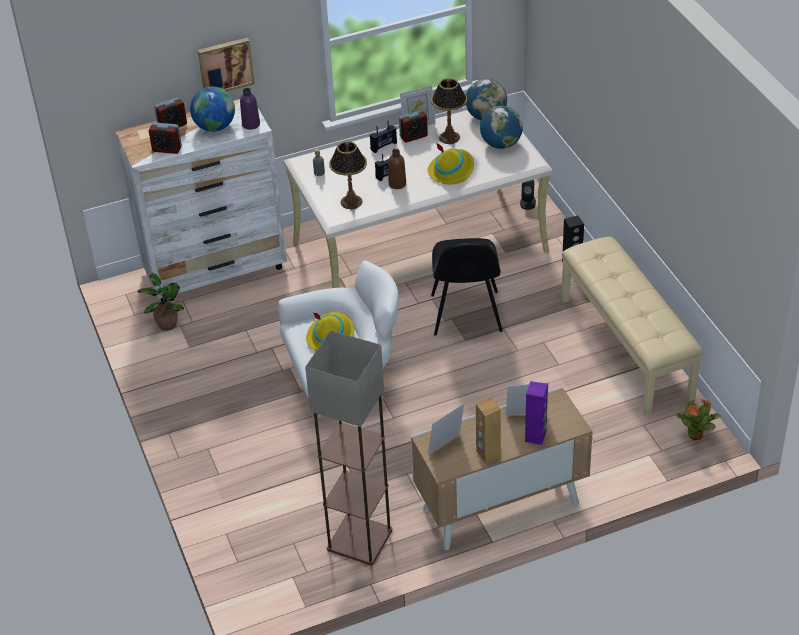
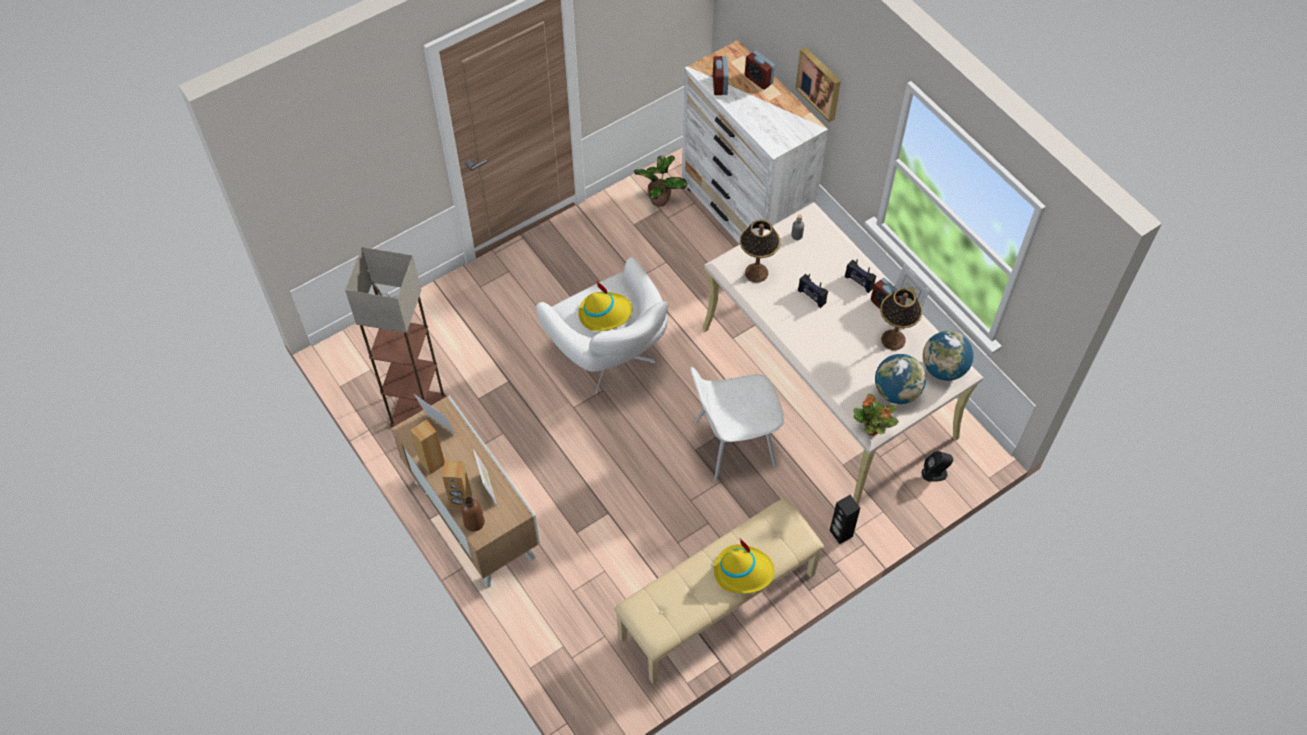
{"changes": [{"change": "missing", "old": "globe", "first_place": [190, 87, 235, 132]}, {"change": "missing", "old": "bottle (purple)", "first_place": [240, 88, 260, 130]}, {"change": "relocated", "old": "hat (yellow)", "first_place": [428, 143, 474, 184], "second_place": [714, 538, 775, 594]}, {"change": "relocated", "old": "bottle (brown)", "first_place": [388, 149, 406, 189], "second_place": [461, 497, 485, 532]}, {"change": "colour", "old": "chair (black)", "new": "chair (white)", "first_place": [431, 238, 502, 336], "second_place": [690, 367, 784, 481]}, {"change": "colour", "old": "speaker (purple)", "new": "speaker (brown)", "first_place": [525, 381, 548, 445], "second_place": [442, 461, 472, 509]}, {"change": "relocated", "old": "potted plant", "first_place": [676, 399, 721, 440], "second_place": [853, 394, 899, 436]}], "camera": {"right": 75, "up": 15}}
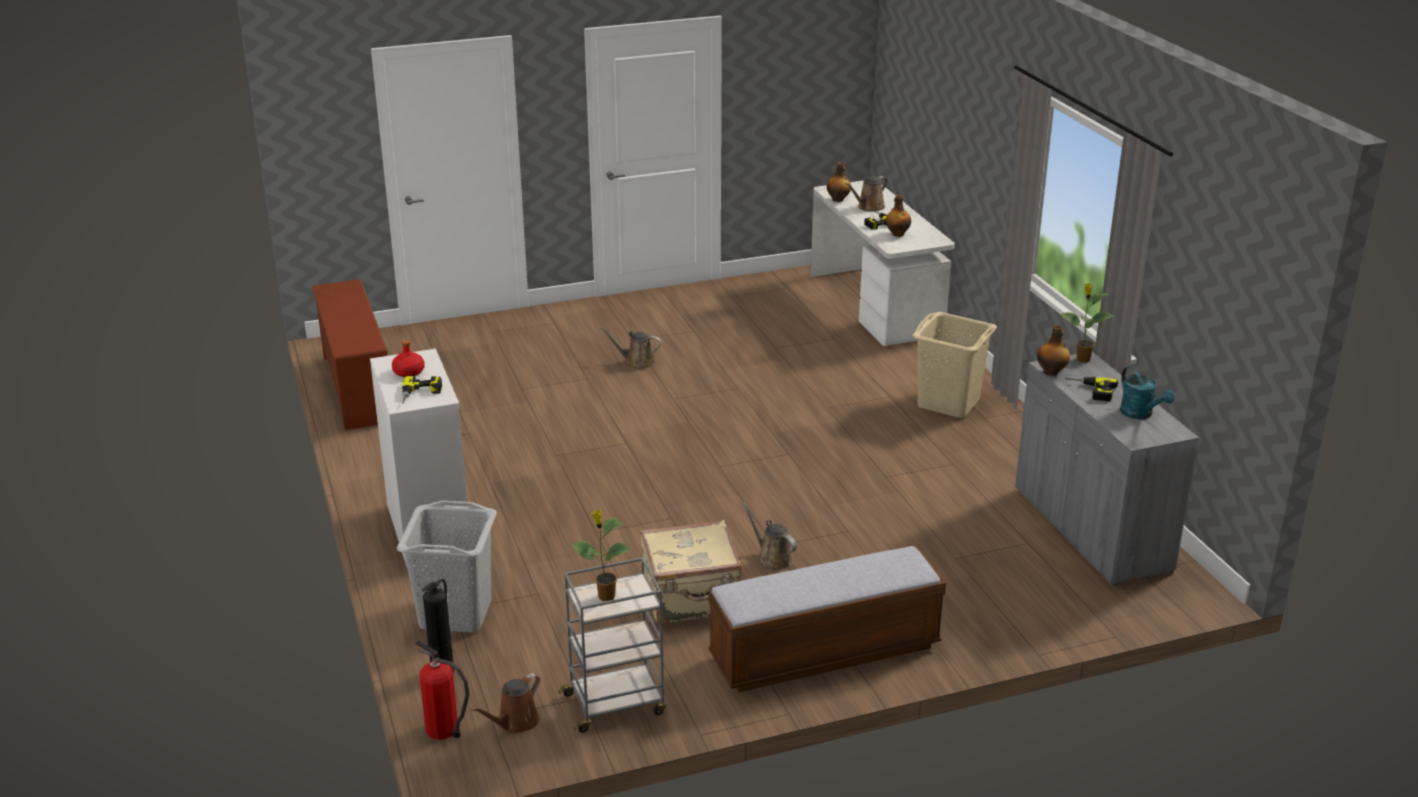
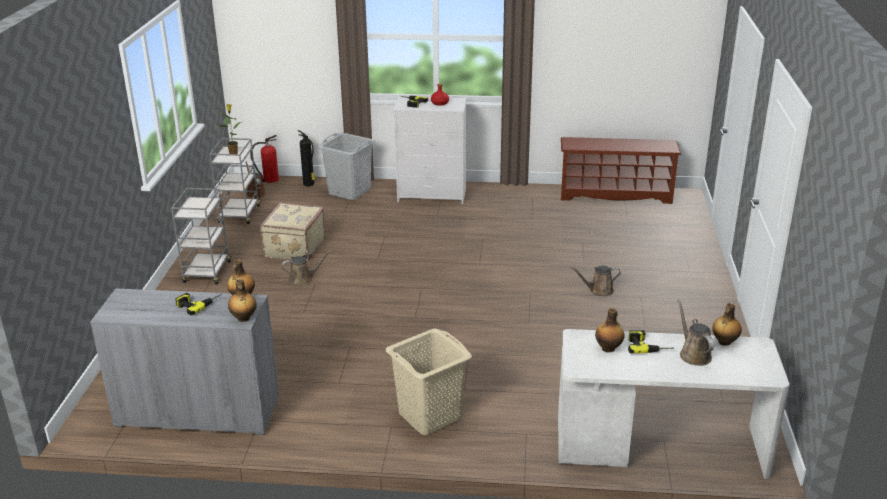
{"changes": [{"change": "exchanged", "old": "potted plant", "new": "bottle", "first_place": [1060, 283, 1114, 363], "second_place": [228, 279, 257, 322]}, {"change": "spun", "old": "watering can (brown)", "first_place": [600, 326, 662, 369], "second_place": [571, 265, 621, 296], "degrees": -135}, {"change": "missing", "old": "watering can (turquoise)", "first_place": [1120, 366, 1175, 419]}, {"change": "exchanged", "old": "bench", "new": "cart (grey)", "first_place": [708, 546, 946, 692], "second_place": [171, 188, 232, 284]}], "camera": {"right": 115, "up": 0}}
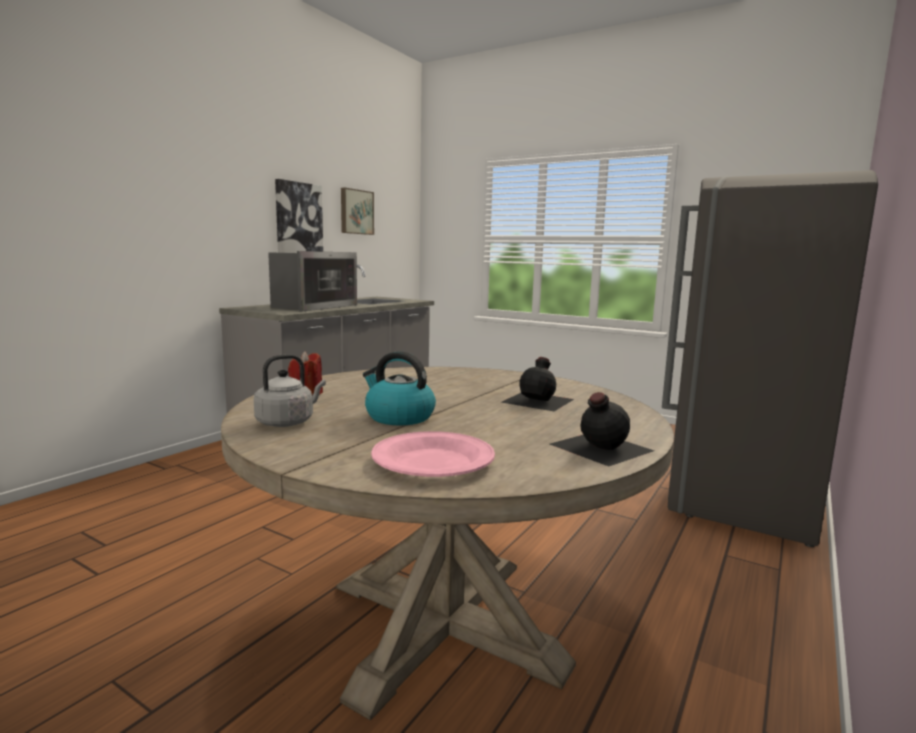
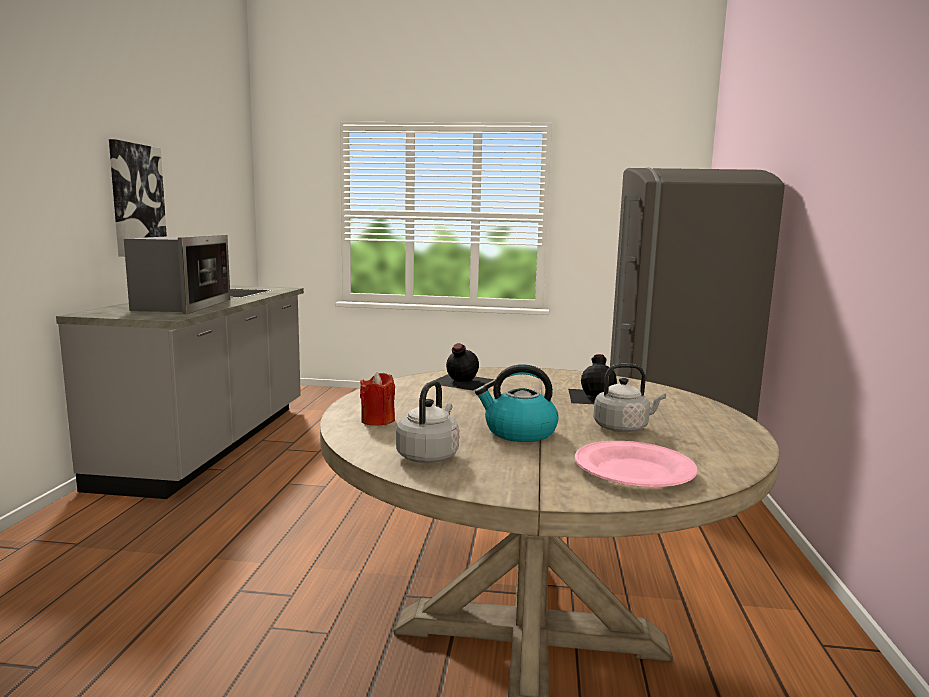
{"changes": [{"change": "missing", "old": "picture", "first_place": [341, 188, 374, 235]}, {"change": "relocated", "old": "bottle (black)", "first_place": [550, 392, 655, 466], "second_place": [428, 343, 495, 390]}, {"change": "appeared", "new": "kettle (grey)", "second_place": [593, 363, 666, 432]}], "camera": {"right": -25, "up": 0}}
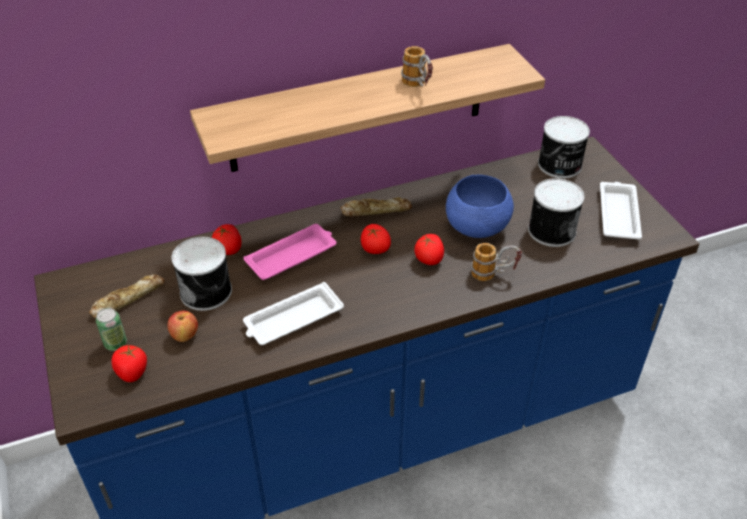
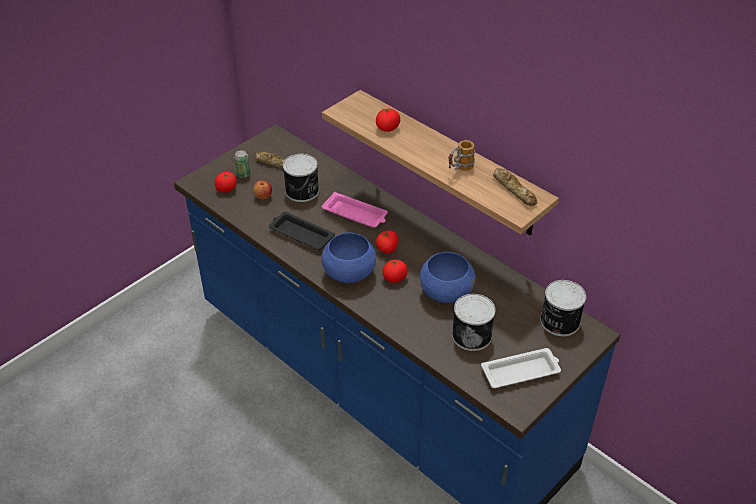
{"changes": [{"change": "relocated", "old": "bread", "first_place": [341, 197, 412, 217], "second_place": [493, 168, 538, 206]}, {"change": "relocated", "old": "tomato", "first_place": [212, 224, 242, 255], "second_place": [376, 109, 400, 132]}, {"change": "missing", "old": "mug", "first_place": [471, 243, 522, 281]}, {"change": "colour", "old": "tray (white)", "new": "tray (black)", "first_place": [243, 282, 344, 345], "second_place": [269, 212, 335, 250]}, {"change": "appeared", "new": "bowl (blue)", "second_place": [321, 233, 376, 283]}], "camera": {"right": 65, "up": 0}}
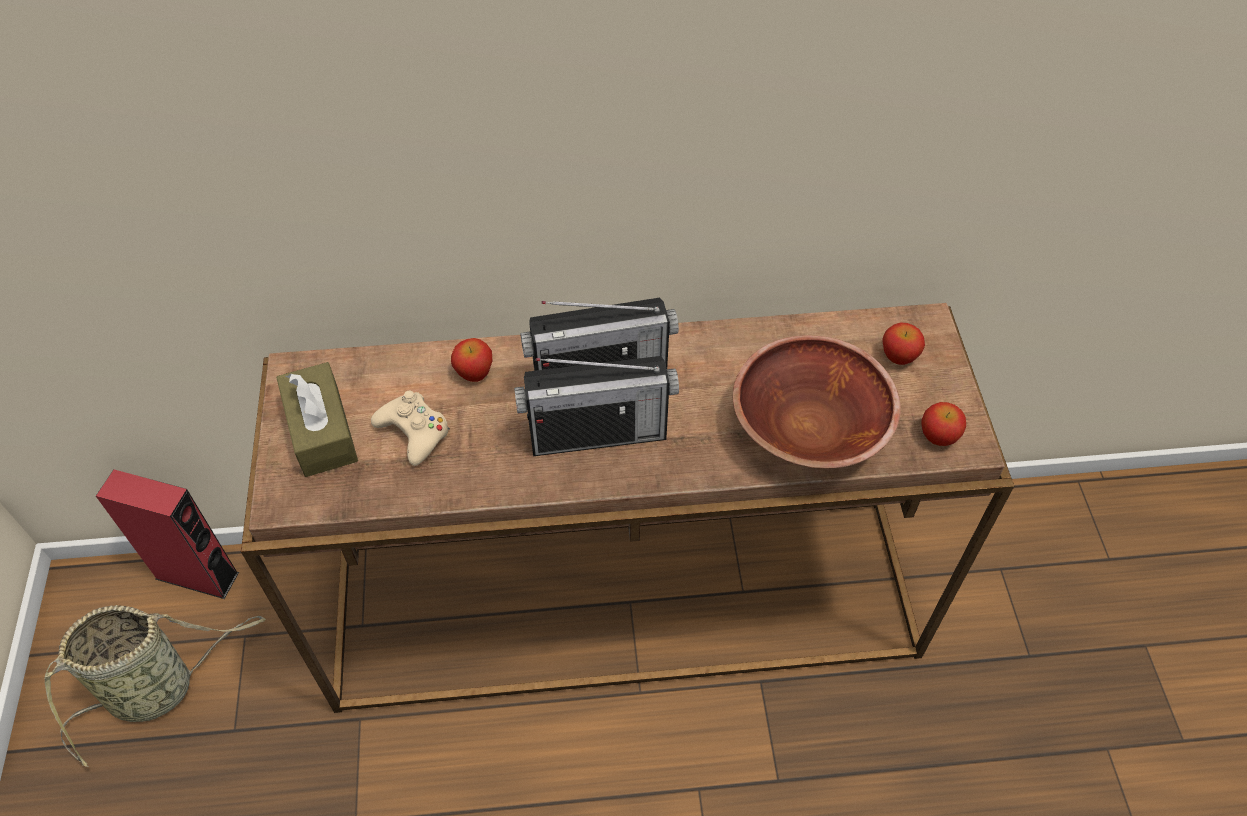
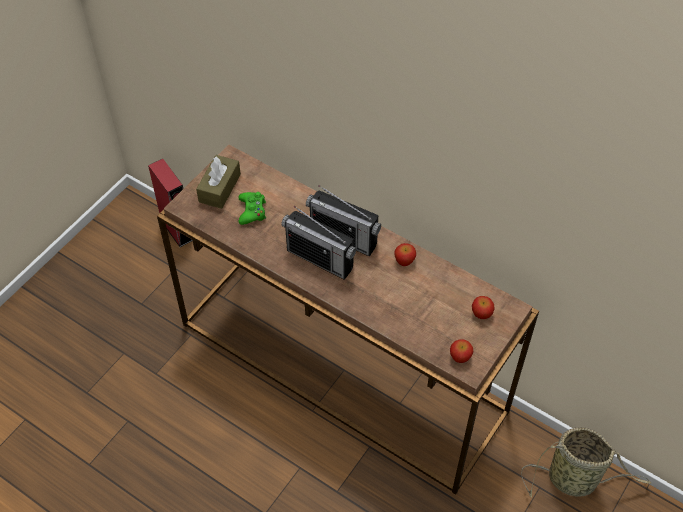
{"changes": [{"change": "missing", "old": "bowl (brown)", "first_place": [733, 335, 901, 469]}, {"change": "relocated", "old": "apple", "first_place": [451, 338, 492, 382], "second_place": [394, 243, 416, 266]}, {"change": "colour", "old": "game controller (beige)", "new": "game controller (green)", "first_place": [371, 390, 450, 466], "second_place": [239, 192, 266, 225]}, {"change": "relocated", "old": "basket", "first_place": [44, 605, 266, 767], "second_place": [521, 427, 651, 498]}], "camera": {"right": 40, "up": 0}}
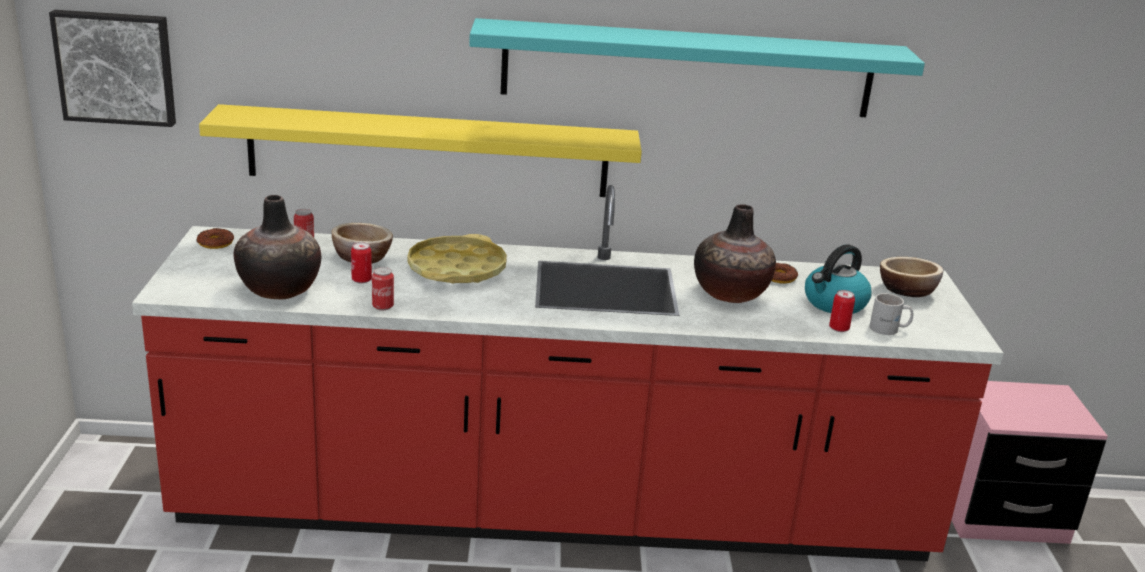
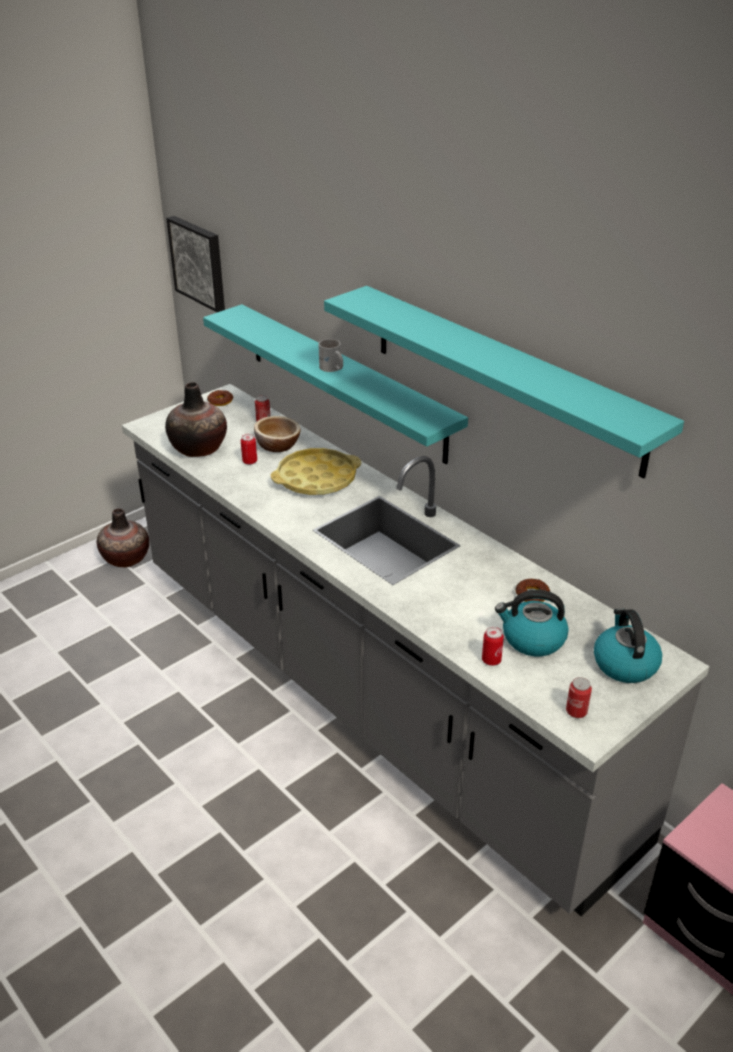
{"changes": [{"change": "colour", "old": "shelf (yellow)", "new": "shelf (turquoise)", "first_place": [199, 104, 642, 197], "second_place": [203, 304, 468, 464]}, {"change": "colour", "old": "counter (red)", "new": "counter (grey)", "first_place": [132, 185, 1003, 561], "second_place": [122, 384, 709, 916]}, {"change": "relocated", "old": "vase", "first_place": [694, 204, 776, 303], "second_place": [97, 508, 149, 567]}, {"change": "exchanged", "old": "bowl", "new": "kettle", "first_place": [880, 257, 943, 297], "second_place": [594, 608, 662, 683]}, {"change": "relocated", "old": "can", "first_place": [372, 267, 394, 310], "second_place": [566, 677, 592, 718]}, {"change": "relocated", "old": "mug (white)", "first_place": [869, 293, 914, 335], "second_place": [318, 339, 343, 372]}], "camera": {"right": 50, "up": 10}}
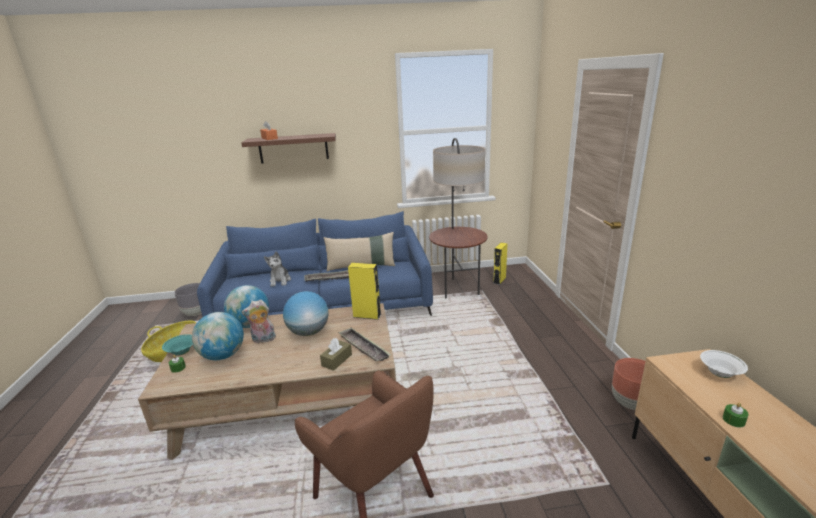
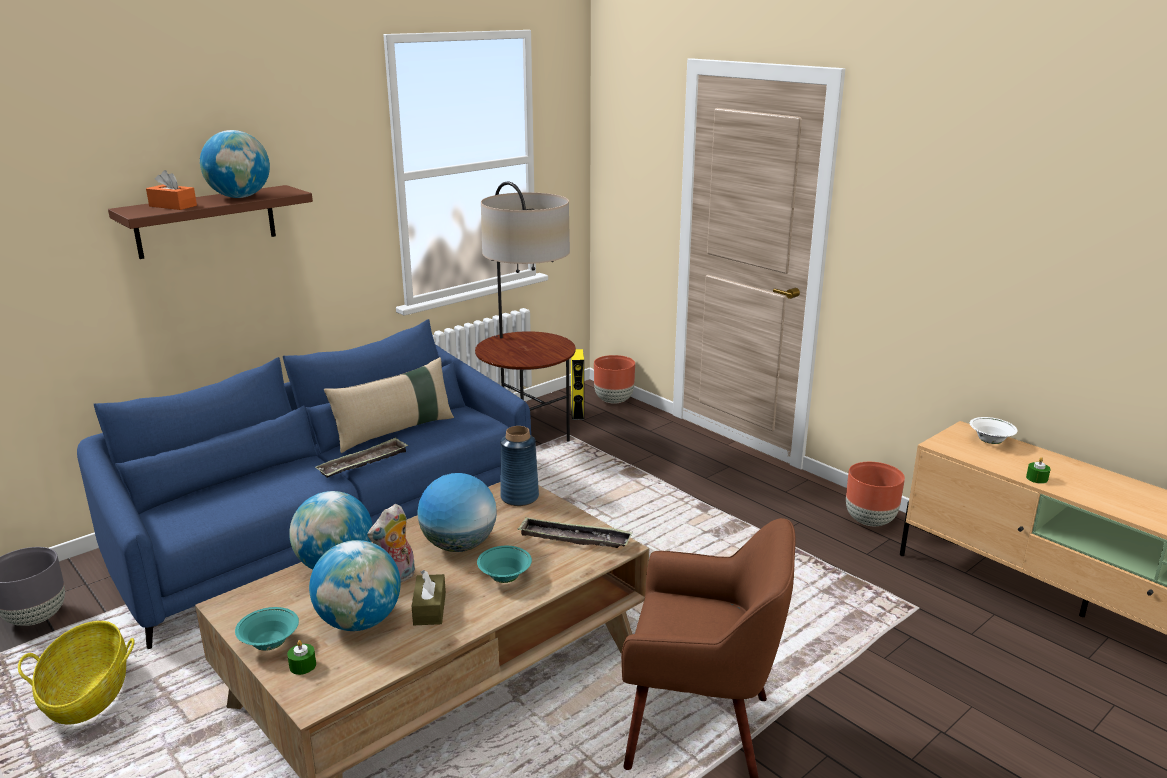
{"changes": [{"change": "missing", "old": "plush toy", "first_place": [264, 251, 291, 287]}, {"change": "exchanged", "old": "speaker (yellow)", "new": "vase (blue)", "first_place": [348, 263, 381, 320], "second_place": [500, 426, 539, 506]}, {"change": "relocated", "old": "tissue box (brown)", "first_place": [320, 338, 352, 371], "second_place": [412, 570, 446, 625]}, {"change": "appeared", "new": "globe", "second_place": [200, 130, 270, 198]}, {"change": "appeared", "new": "planter (brown)", "second_place": [594, 355, 635, 404]}, {"change": "appeared", "new": "bowl (turquoise)", "second_place": [477, 546, 532, 583]}], "camera": {"right": -35, "up": 0}}
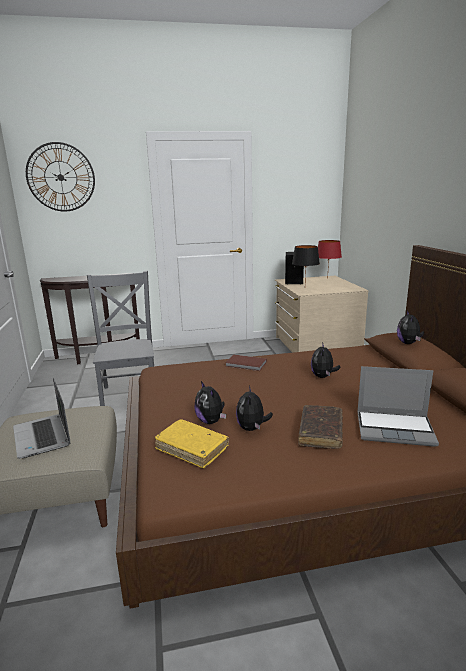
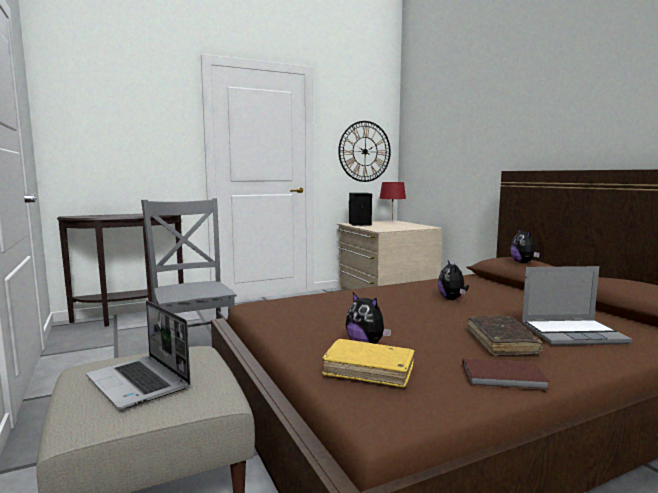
{"changes": [{"change": "relocated", "old": "wall clock", "first_place": [26, 142, 95, 212], "second_place": [338, 121, 391, 182]}, {"change": "missing", "old": "table lamp (black)", "first_place": [292, 245, 320, 278]}, {"change": "relocated", "old": "book (brown)", "first_place": [225, 355, 267, 371], "second_place": [462, 358, 550, 390]}, {"change": "missing", "old": "plush toy", "first_place": [236, 386, 273, 431]}], "camera": {"right": -15, "up": -10}}
